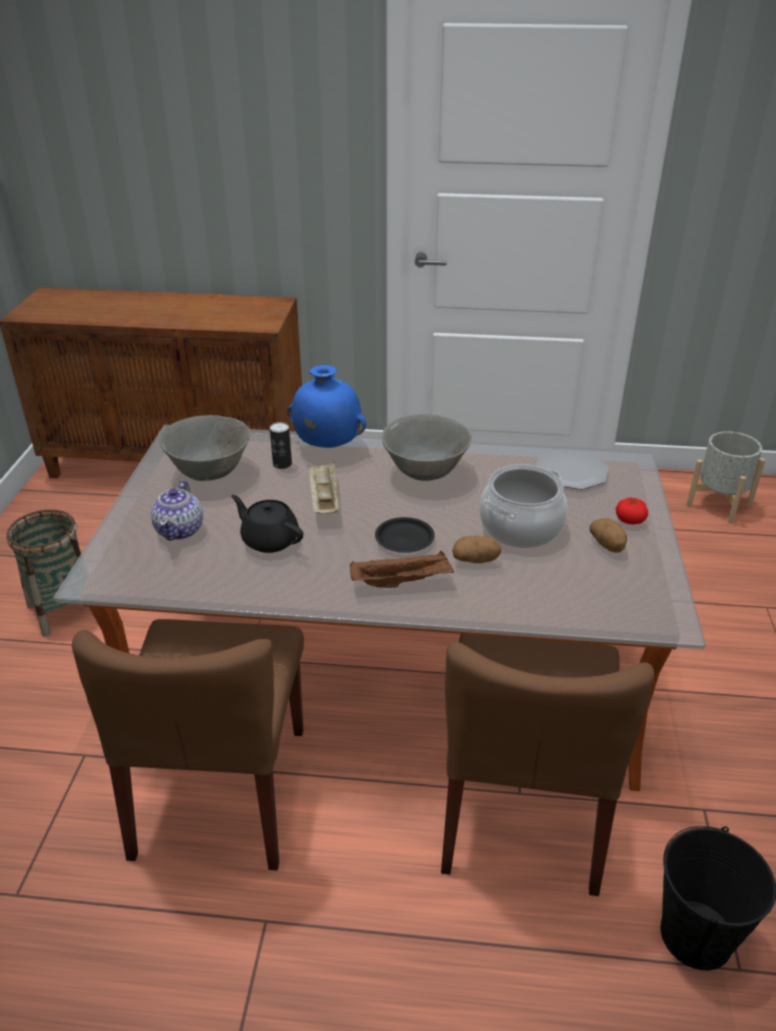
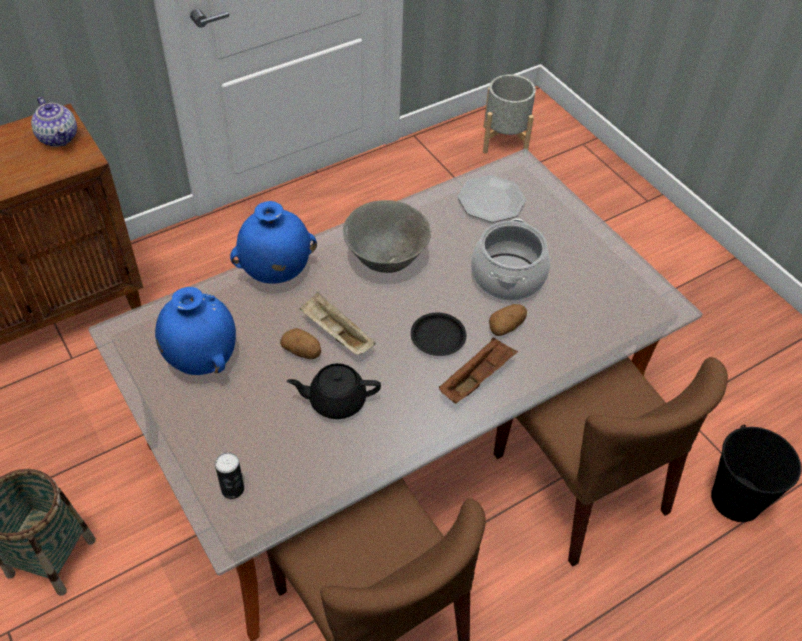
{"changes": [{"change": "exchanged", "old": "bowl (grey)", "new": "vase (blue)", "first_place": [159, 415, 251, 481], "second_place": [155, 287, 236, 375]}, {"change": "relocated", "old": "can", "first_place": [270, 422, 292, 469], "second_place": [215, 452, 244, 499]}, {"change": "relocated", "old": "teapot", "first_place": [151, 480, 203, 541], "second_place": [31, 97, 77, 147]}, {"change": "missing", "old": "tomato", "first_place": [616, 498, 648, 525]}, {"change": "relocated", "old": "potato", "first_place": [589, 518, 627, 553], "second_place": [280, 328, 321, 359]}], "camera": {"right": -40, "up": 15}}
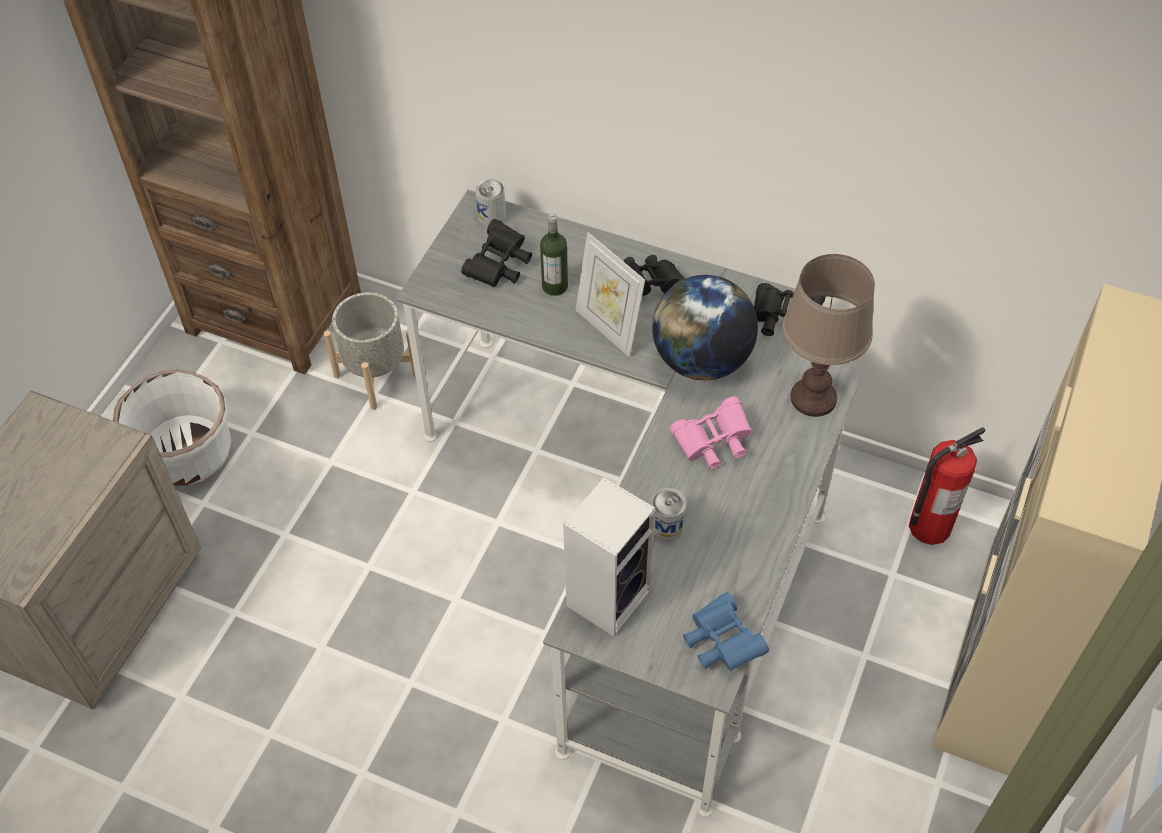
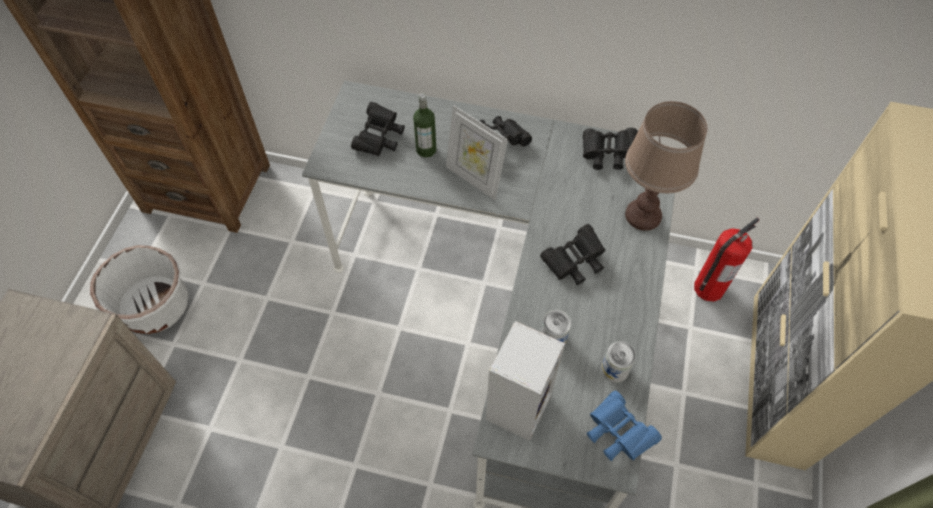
{"changes": [{"change": "relocated", "old": "can", "first_place": [475, 179, 506, 226], "second_place": [601, 341, 636, 383]}, {"change": "missing", "old": "globe", "first_place": [652, 275, 758, 380]}, {"change": "missing", "old": "planter (grey)", "first_place": [324, 292, 416, 410]}, {"change": "colour", "old": "binoculars (pink)", "new": "binoculars (black)", "first_place": [670, 396, 752, 469], "second_place": [540, 224, 606, 285]}], "camera": {"right": -10, "up": 5}}
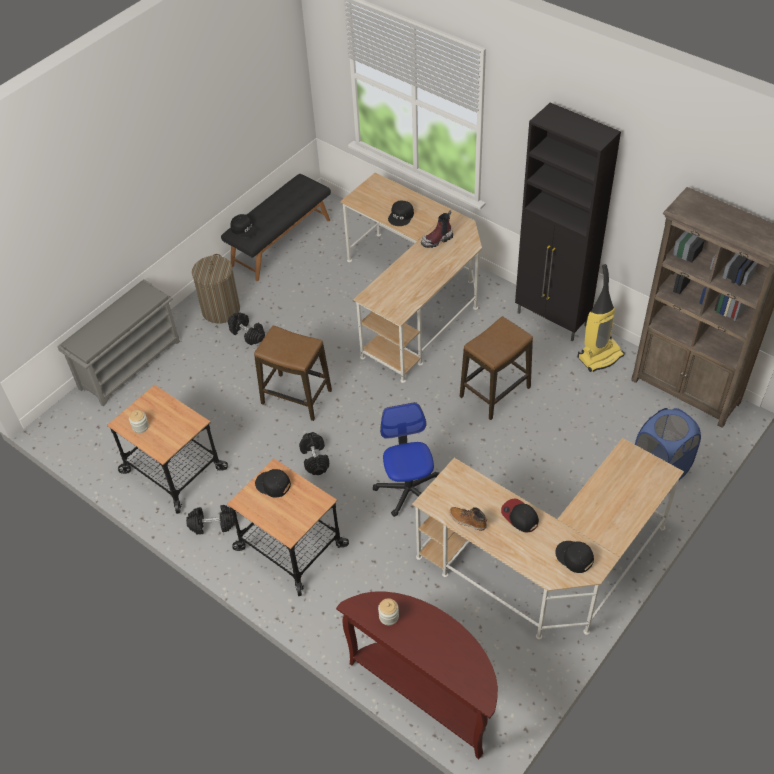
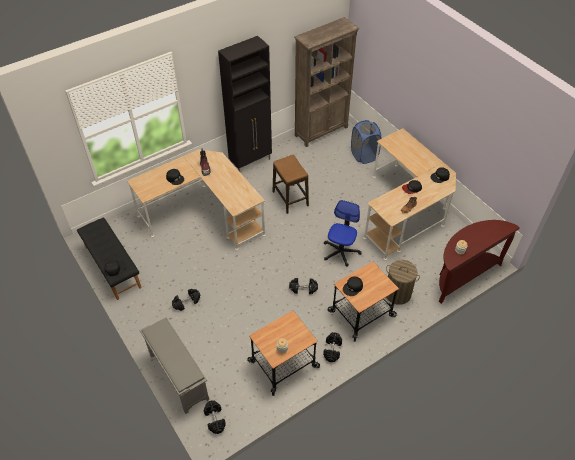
{"changes": [{"change": "relocated", "old": "laundry basket", "first_place": [192, 254, 240, 324], "second_place": [386, 260, 420, 305]}, {"change": "missing", "old": "vacuum cleaner", "first_place": [577, 264, 624, 372]}, {"change": "missing", "old": "stool", "first_place": [254, 326, 332, 421]}, {"change": "spun", "old": "office chair", "first_place": [373, 402, 440, 517], "second_place": [324, 200, 362, 267], "degrees": 105}, {"change": "appeared", "new": "dumbbell (black)", "second_place": [204, 400, 226, 434]}], "camera": {"right": -75, "up": 0}}
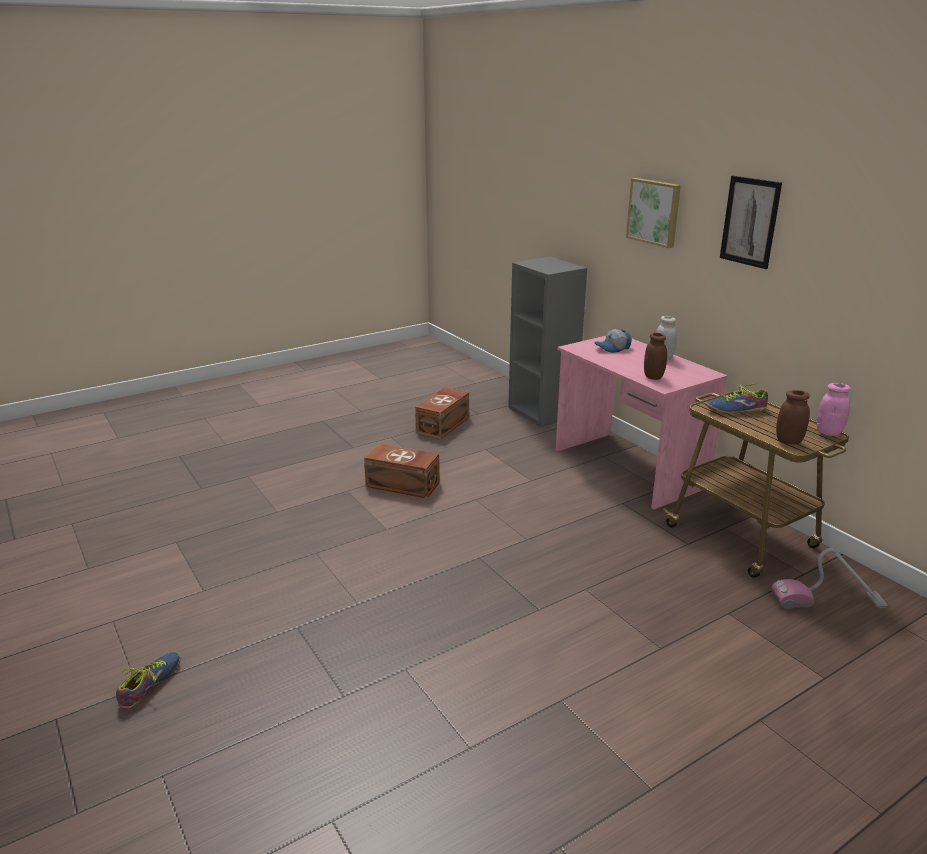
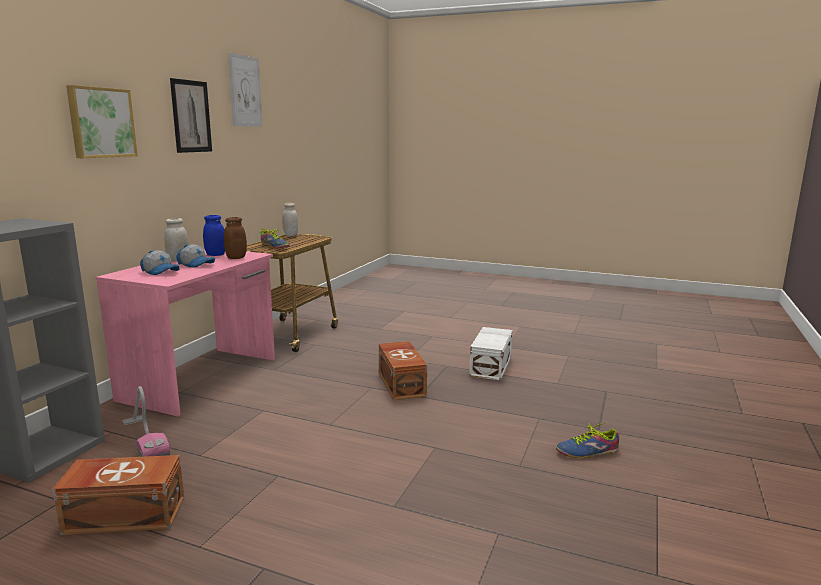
{"changes": [{"change": "colour", "old": "jar (pink)", "new": "jar (white)", "first_place": [816, 383, 851, 436], "second_place": [282, 203, 298, 236]}, {"change": "missing", "old": "jar (brown)", "first_place": [776, 390, 810, 444]}, {"change": "relocated", "old": "storage box (brown)", "first_place": [364, 443, 440, 498], "second_place": [379, 341, 427, 400]}, {"change": "relocated", "old": "vacuum cleaner", "first_place": [771, 548, 888, 609], "second_place": [122, 386, 170, 457]}, {"change": "relocated", "old": "shoe", "first_place": [116, 652, 180, 709], "second_place": [556, 422, 619, 459]}, {"change": "appeared", "new": "picture", "second_place": [228, 52, 263, 127]}, {"change": "appeared", "new": "jar (blue)", "second_place": [203, 215, 225, 256]}, {"change": "appeared", "new": "cap", "second_place": [176, 244, 215, 268]}, {"change": "appeared", "new": "storage box (white)", "second_place": [469, 327, 512, 381]}], "camera": {"right": -125, "up": -10}}
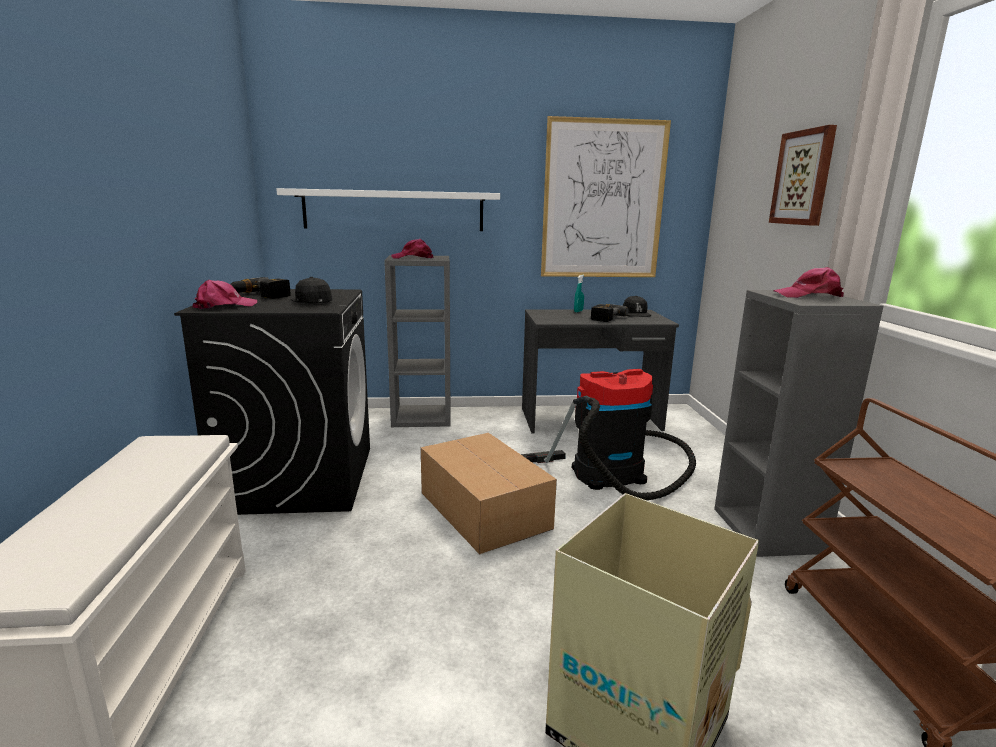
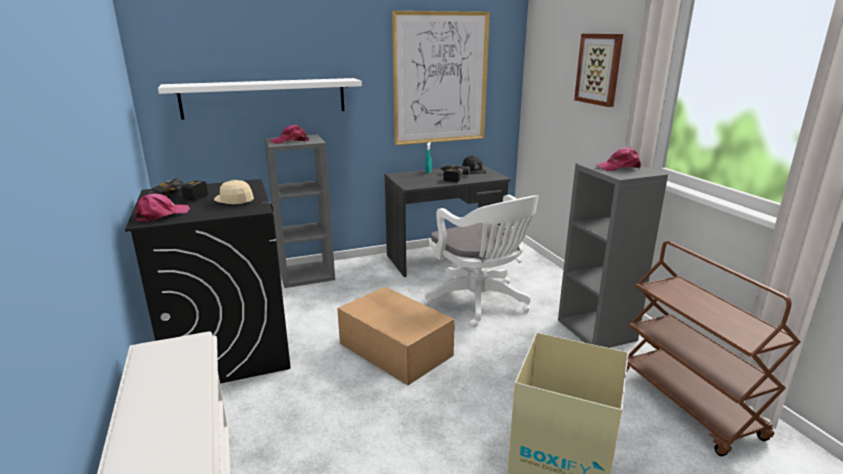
{"changes": [{"change": "colour", "old": "cap (black)", "new": "cap (beige)", "first_place": [291, 277, 333, 304], "second_place": [214, 180, 254, 204]}, {"change": "exchanged", "old": "vacuum cleaner", "new": "office chair (white)", "first_place": [521, 369, 696, 500], "second_place": [423, 195, 538, 327]}], "camera": {"right": -15, "up": 5}}
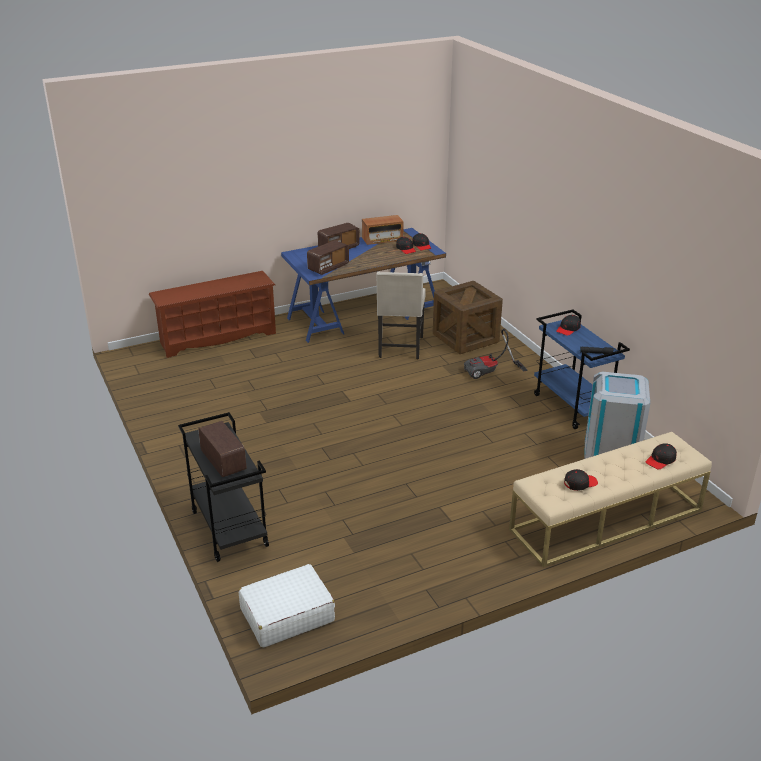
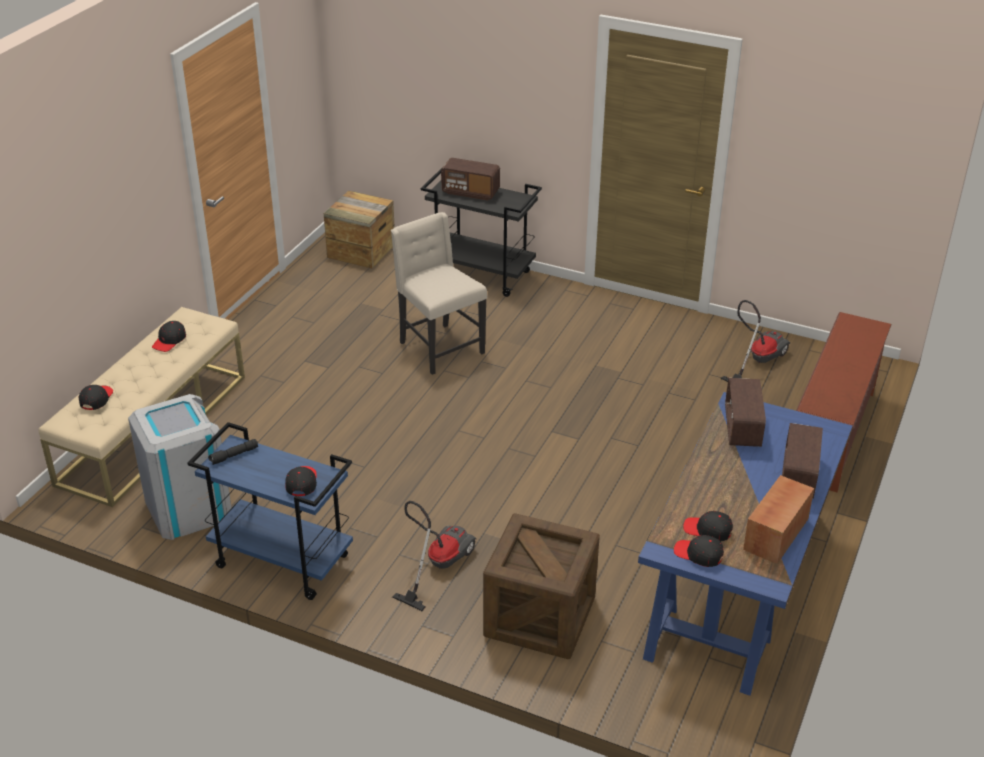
{"changes": [{"change": "relocated", "old": "chair (beige)", "first_place": [376, 272, 426, 359], "second_place": [391, 212, 487, 375]}, {"change": "exchanged", "old": "suitcase (white)", "new": "crate", "first_place": [238, 564, 335, 648], "second_place": [324, 191, 395, 268]}, {"change": "appeared", "new": "vacuum cleaner", "second_place": [721, 300, 790, 382]}], "camera": {"right": 140, "up": 5}}
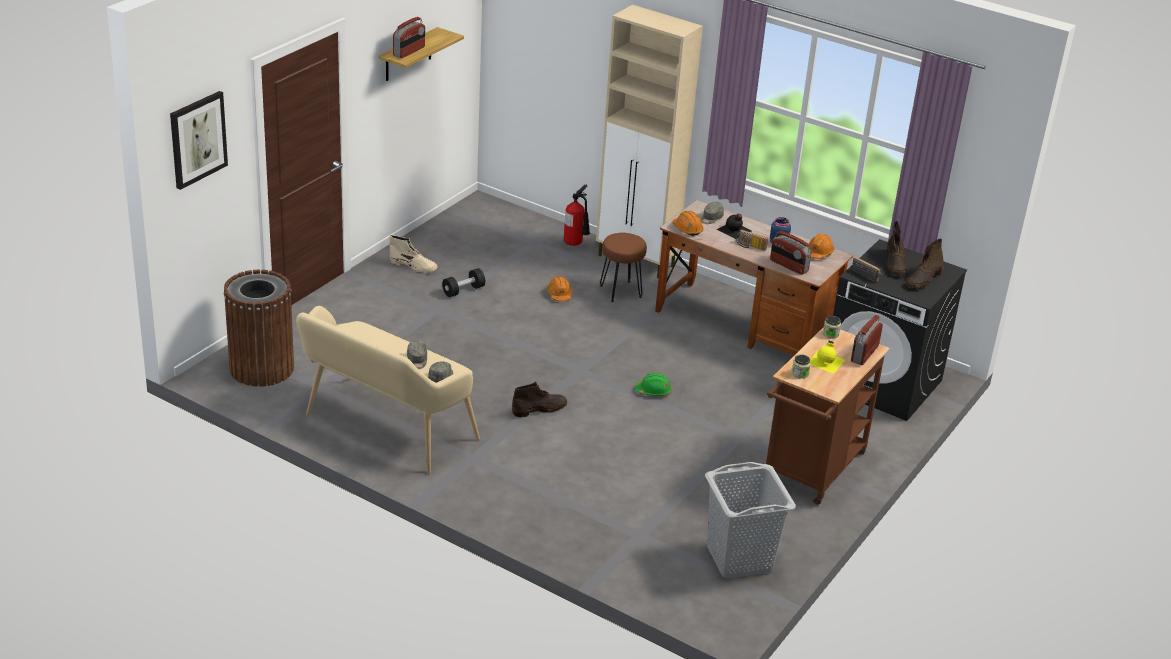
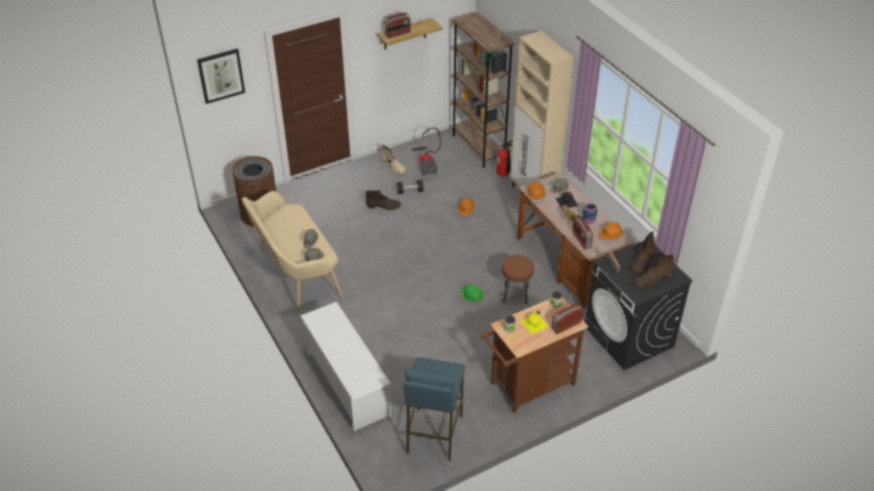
{"changes": [{"change": "relocated", "old": "stool (brown)", "first_place": [600, 233, 647, 302], "second_place": [502, 255, 534, 304]}, {"change": "relocated", "old": "boot (brown)", "first_place": [512, 381, 567, 417], "second_place": [366, 190, 401, 210]}, {"change": "exchanged", "old": "laundry basket (grey)", "new": "stool (blue)", "first_place": [705, 462, 796, 579], "second_place": [403, 357, 465, 461]}, {"change": "appeared", "new": "bookcase (brown)", "second_place": [452, 12, 514, 168]}, {"change": "appeared", "new": "vacuum cleaner", "second_place": [412, 128, 441, 176]}, {"change": "appeared", "new": "shoe rack (white)", "second_place": [300, 302, 391, 431]}], "camera": {"right": 30, "up": 10}}
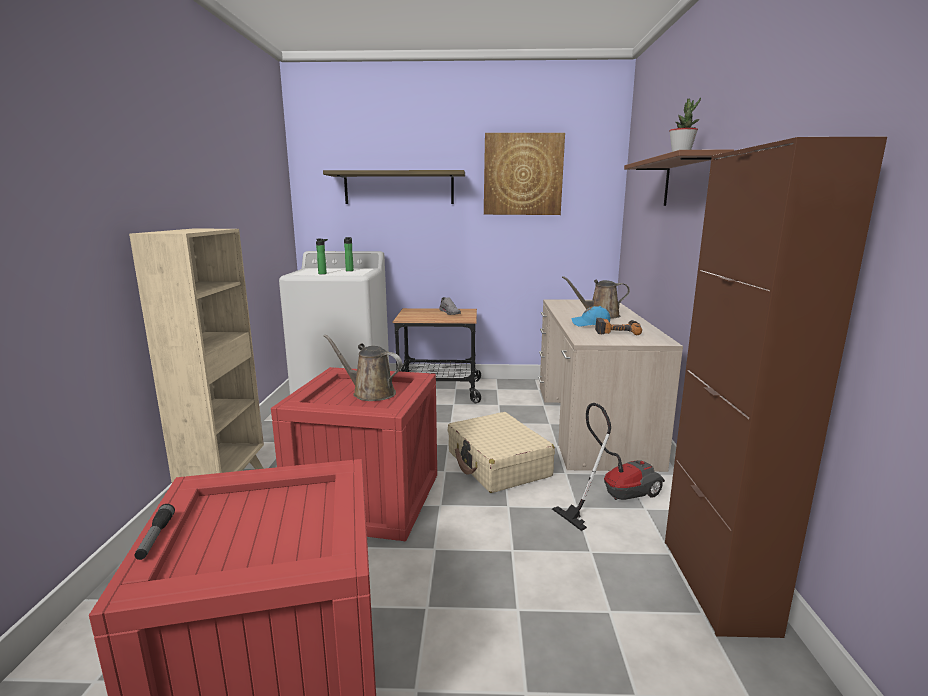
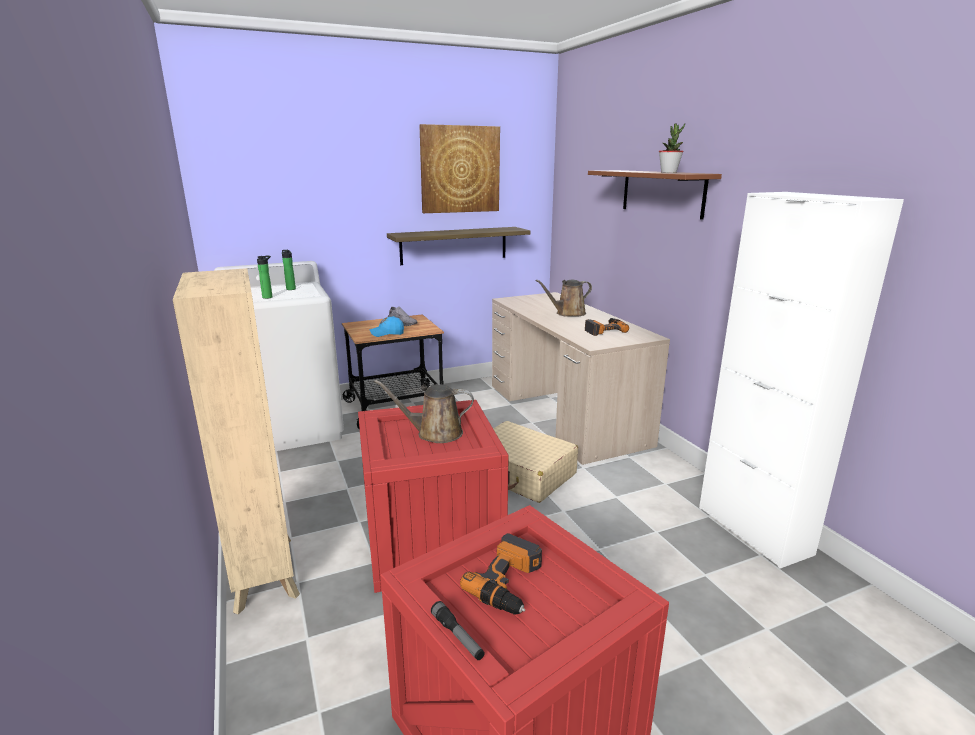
{"changes": [{"change": "colour", "old": "cabinet (brown)", "new": "cabinet (white)", "first_place": [665, 137, 887, 638], "second_place": [699, 192, 904, 569]}, {"change": "relocated", "old": "shelf", "first_place": [323, 170, 465, 204], "second_place": [387, 227, 531, 265]}, {"change": "relocated", "old": "cap (blue)", "first_place": [571, 306, 610, 327], "second_place": [369, 316, 404, 337]}, {"change": "missing", "old": "vacuum cleaner", "first_place": [552, 403, 665, 531]}, {"change": "appeared", "new": "power drill", "second_place": [460, 533, 542, 615]}], "camera": {"right": -25, "up": 5}}
